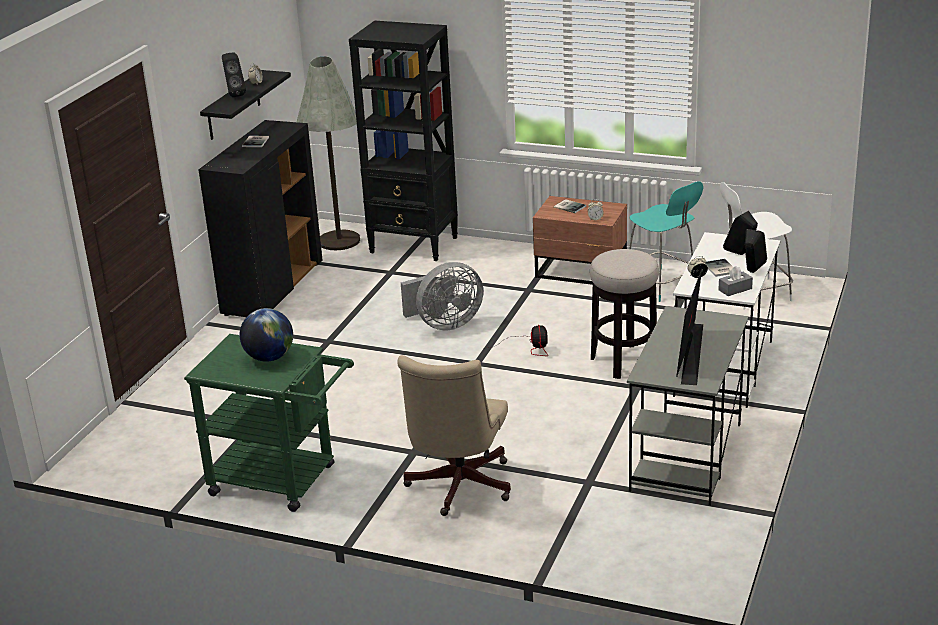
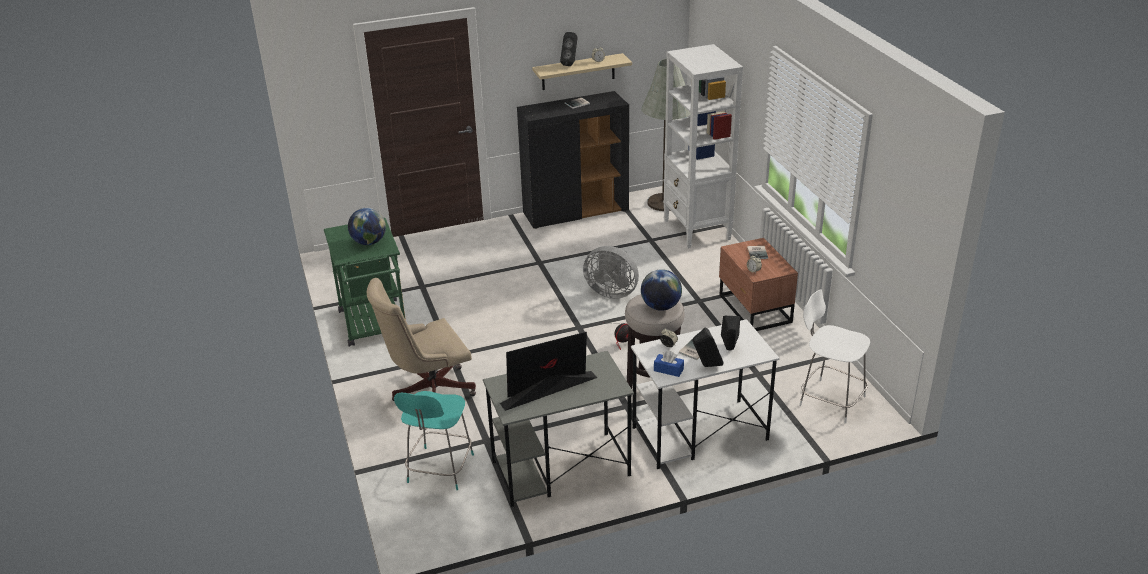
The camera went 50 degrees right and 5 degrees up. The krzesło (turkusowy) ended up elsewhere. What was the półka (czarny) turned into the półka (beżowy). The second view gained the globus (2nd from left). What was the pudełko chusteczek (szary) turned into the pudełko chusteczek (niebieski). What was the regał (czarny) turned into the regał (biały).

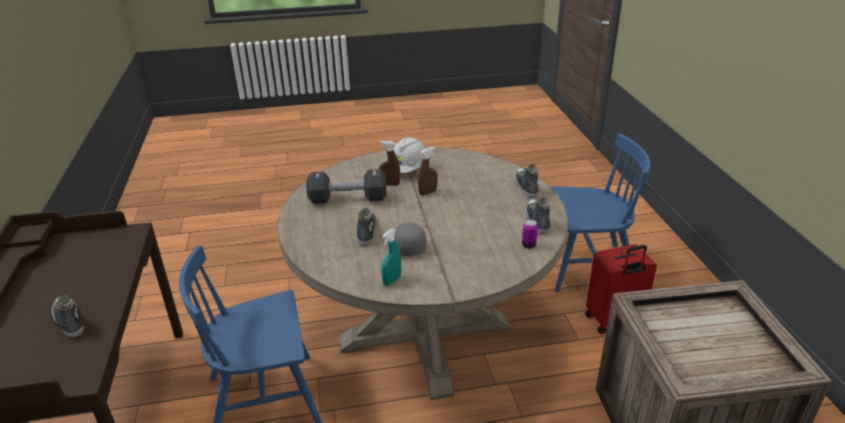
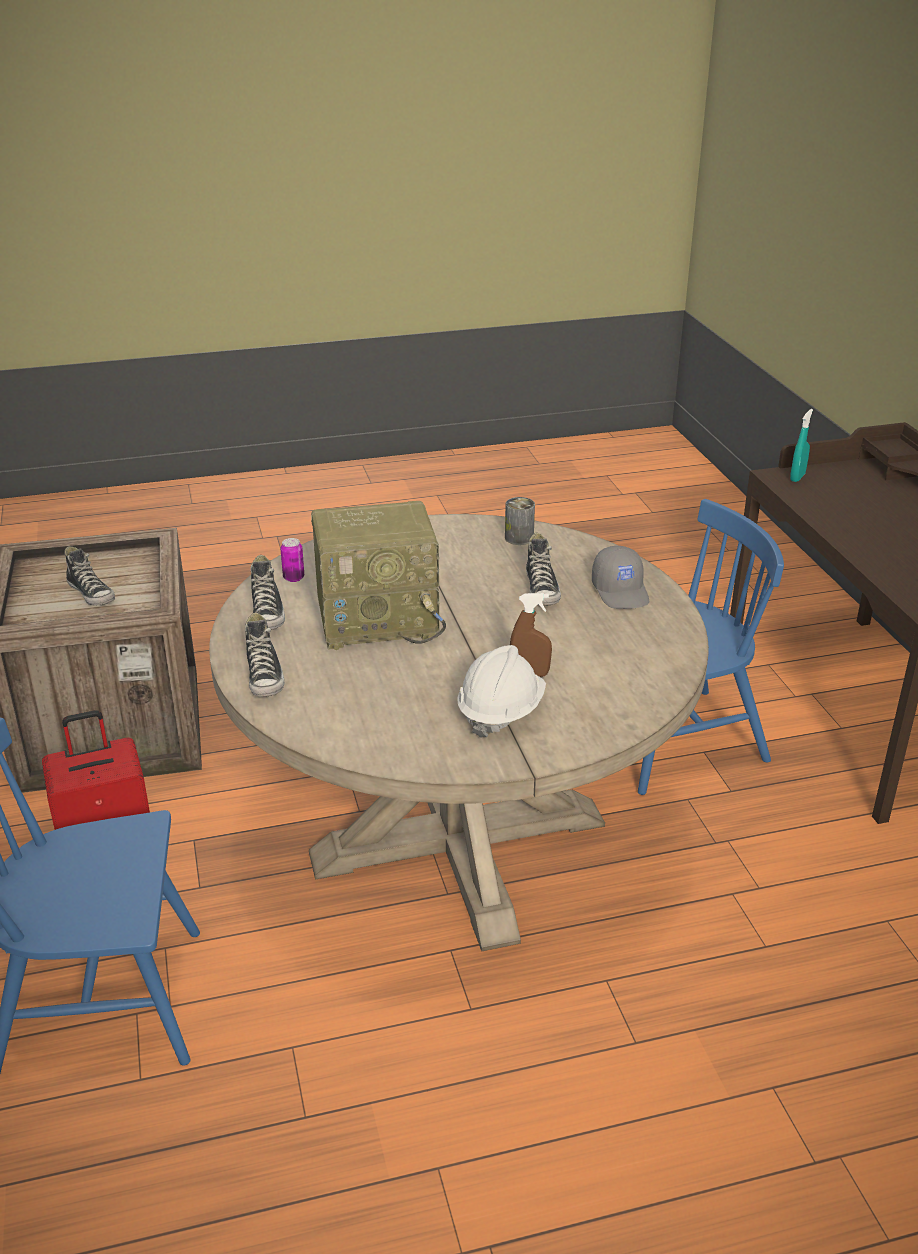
The camera went 175 degrees right and 0 degrees up. The but (1st from left) ended up elsewhere. The second view gained the radio. The second view gained the puszka (2nd from left). The czapka z daszkiem (szary) ended up elsewhere. The spryskiwacz (turkusowy) ended up elsewhere. The second view lost the hantel (czarny). The second view lost the spryskiwacz (brązowy) (2nd from left).

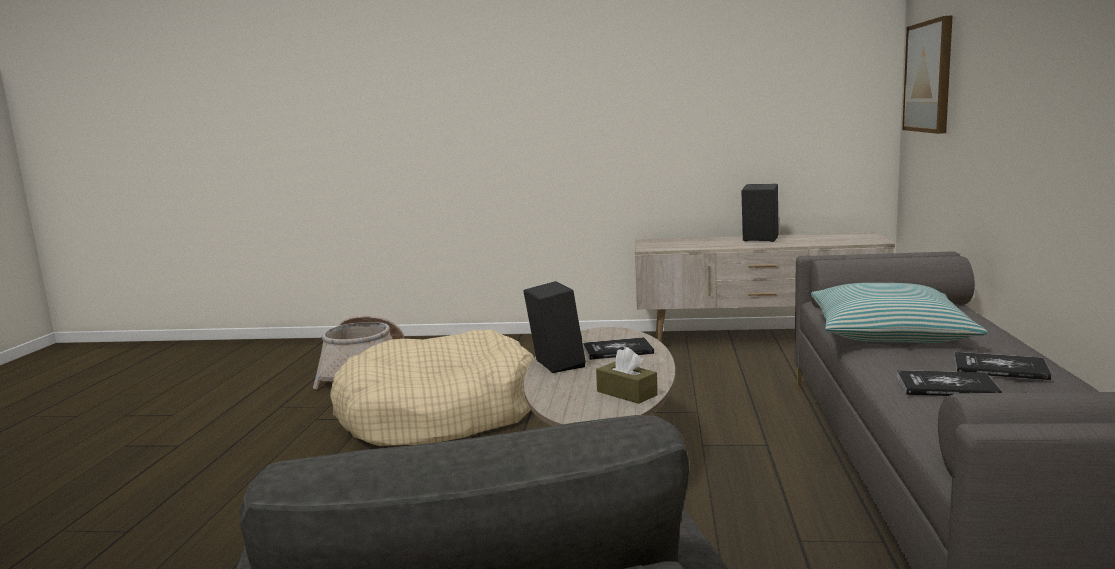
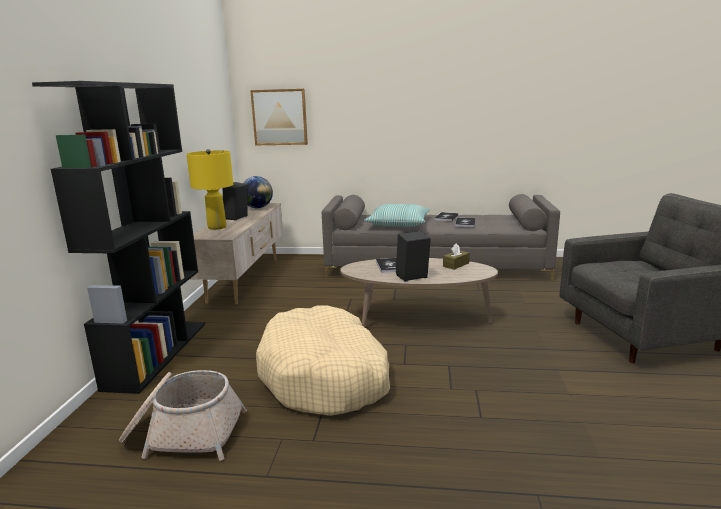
The camera went 90 degrees left and 5 degrees up. The second view gained the regał (czarny). The second view gained the lampa stołowa (żółty). The second view gained the globus.

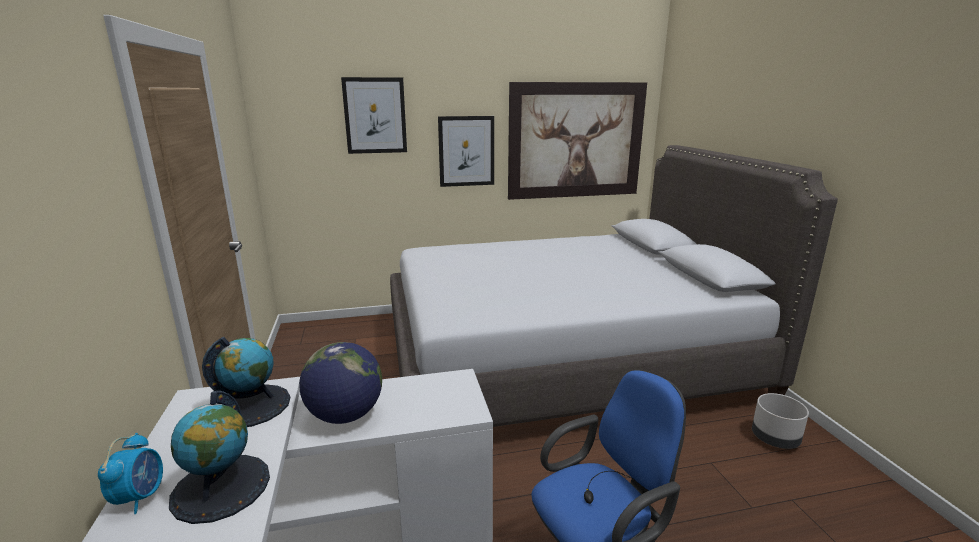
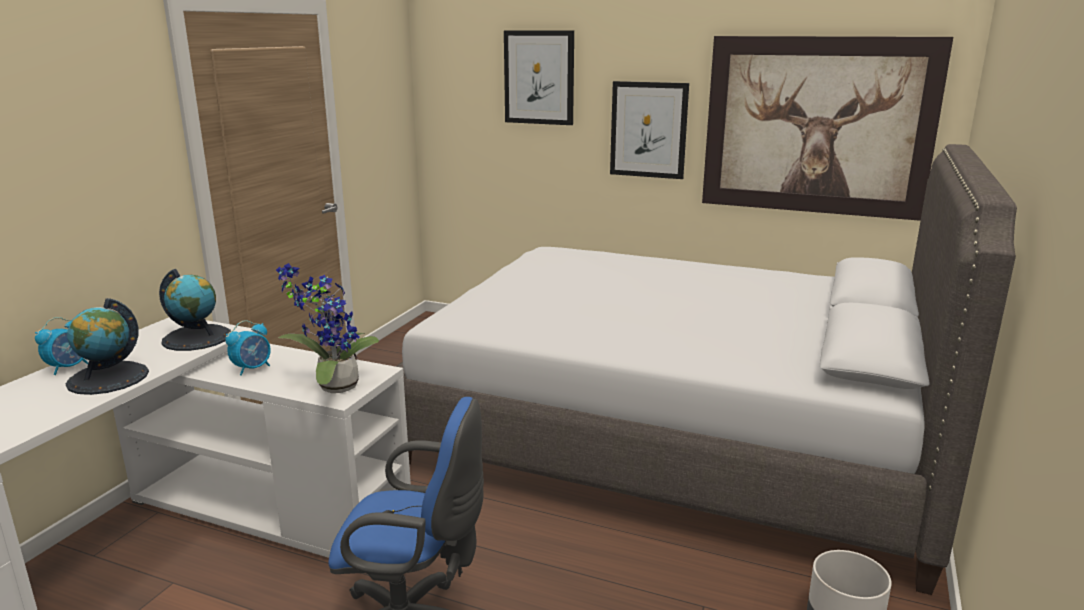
The camera went 35 degrees right and 0 degrees up. Where the globus (3rd from left) stood, the budzik (2nd from left) came to stand. The second view gained the roślina doniczkowa.

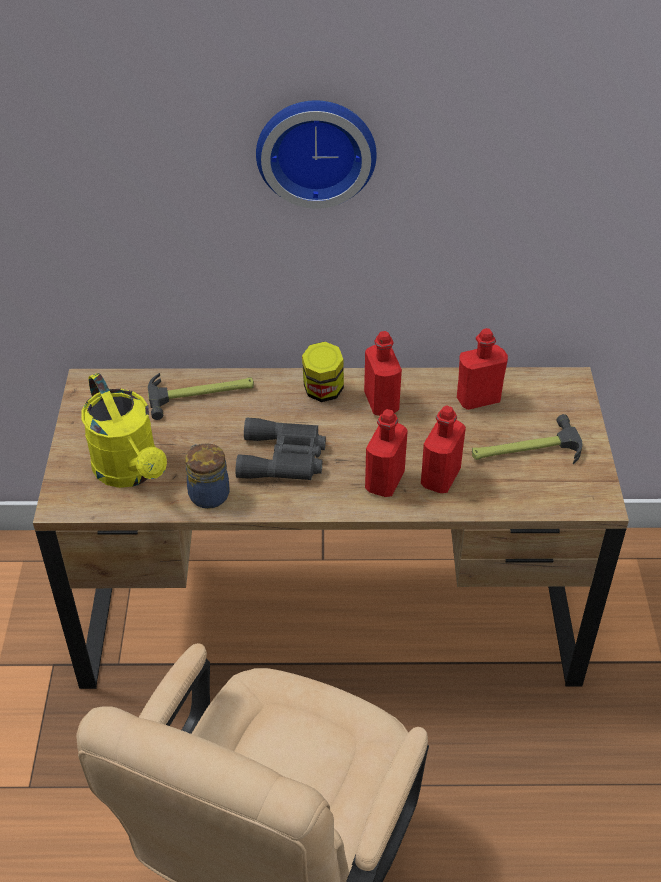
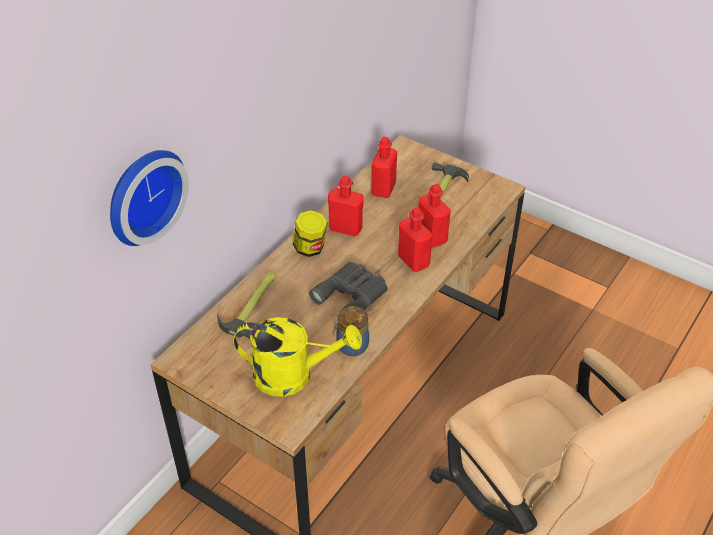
The camera went 55 degrees left and 0 degrees up. The zegar ścienny ended up elsewhere.

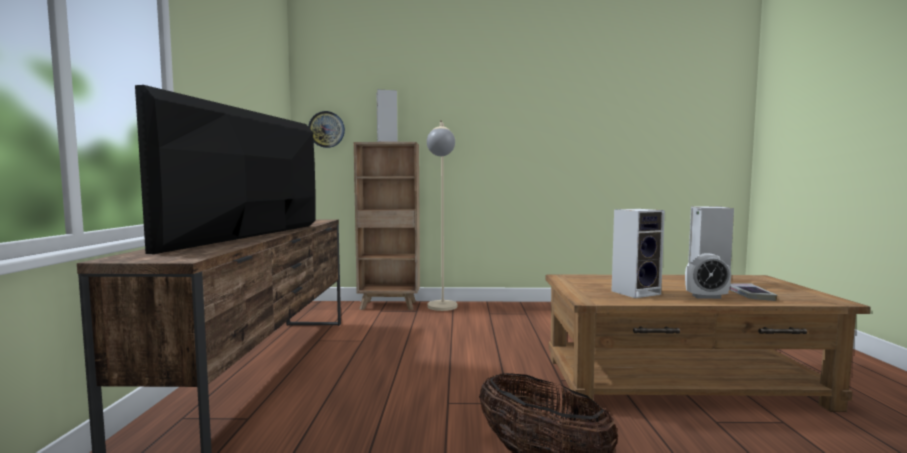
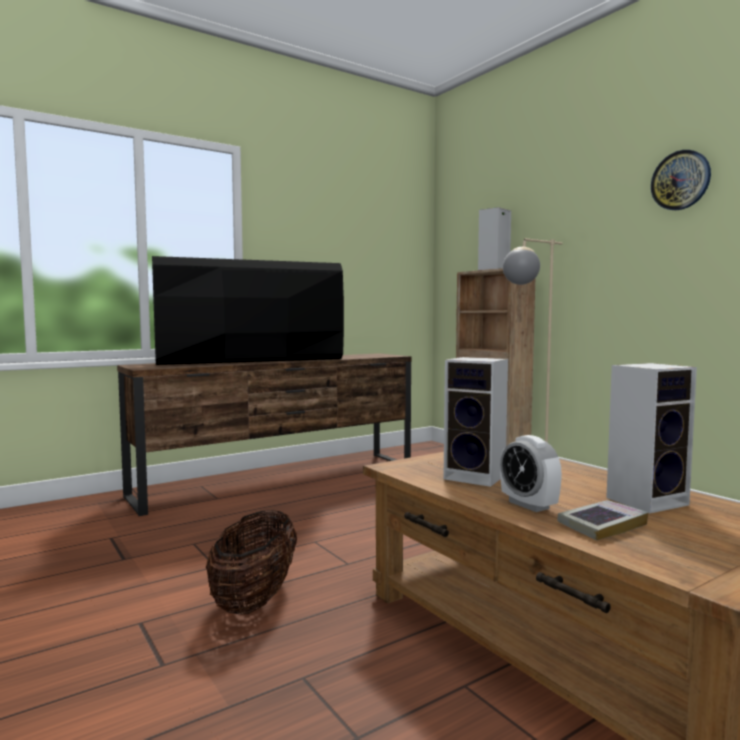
The camera went 55 degrees right and 0 degrees up. The zegar ścienny ended up elsewhere.

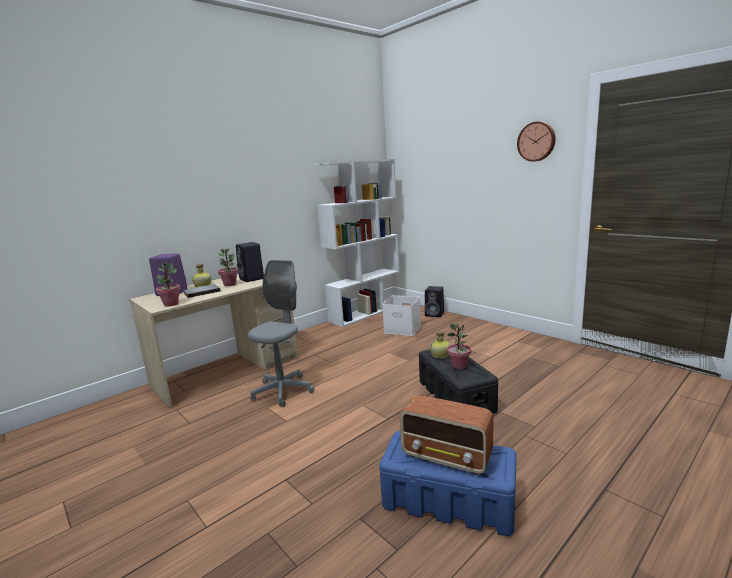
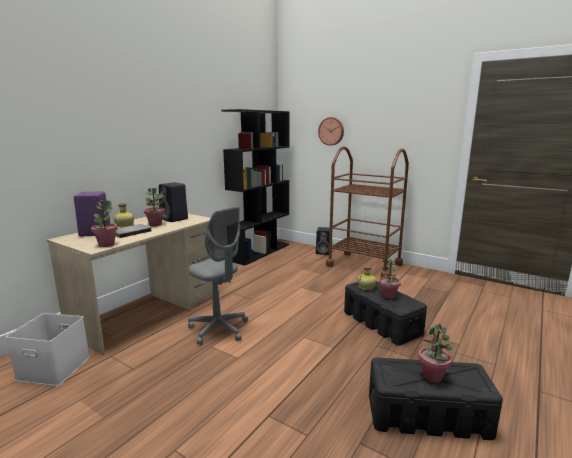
The camera went 15 degrees left and 0 degrees up. The pojemnik do przechowywania (biały) ended up elsewhere. The krzesło biurowe (szary) ended up facing another way, 120 degrees clockwise from before. What was the regał (biały) turned into the regał (czarny). The zegar ścienny ended up elsewhere. The second view gained the wózek (brązowy). What was the pojemnik do przechowywania (niebieski) turned into the pojemnik do przechowywania (czarny) (2nd from left). Where the radio stood, the roślina doniczkowa (4th from left) came to stand.

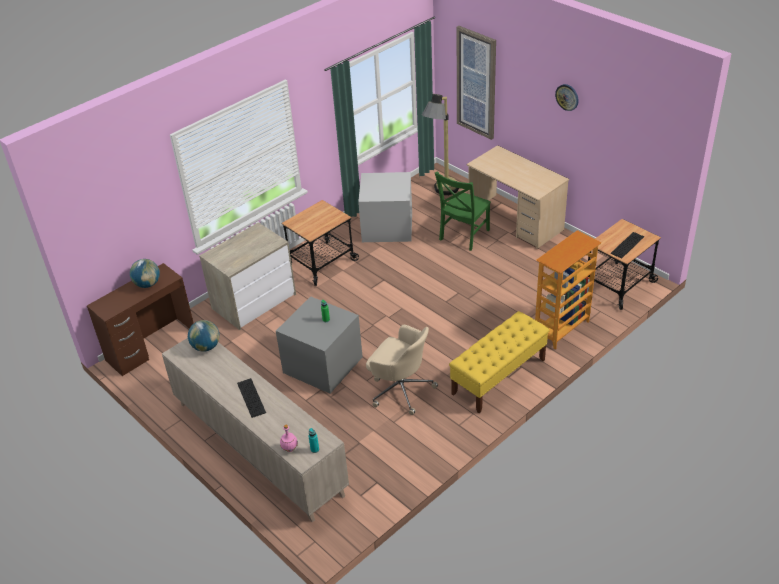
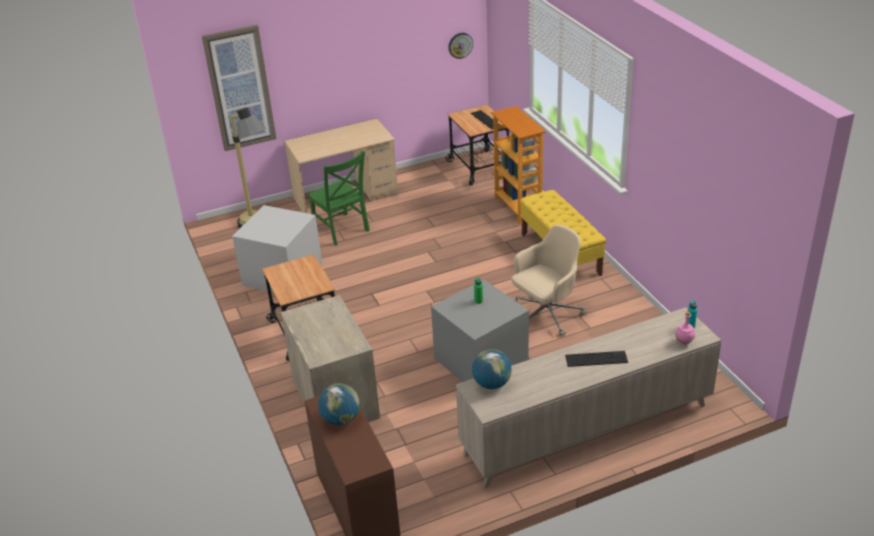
The camera went 70 degrees left and 5 degrees down. The zegar ścienny ended up elsewhere.

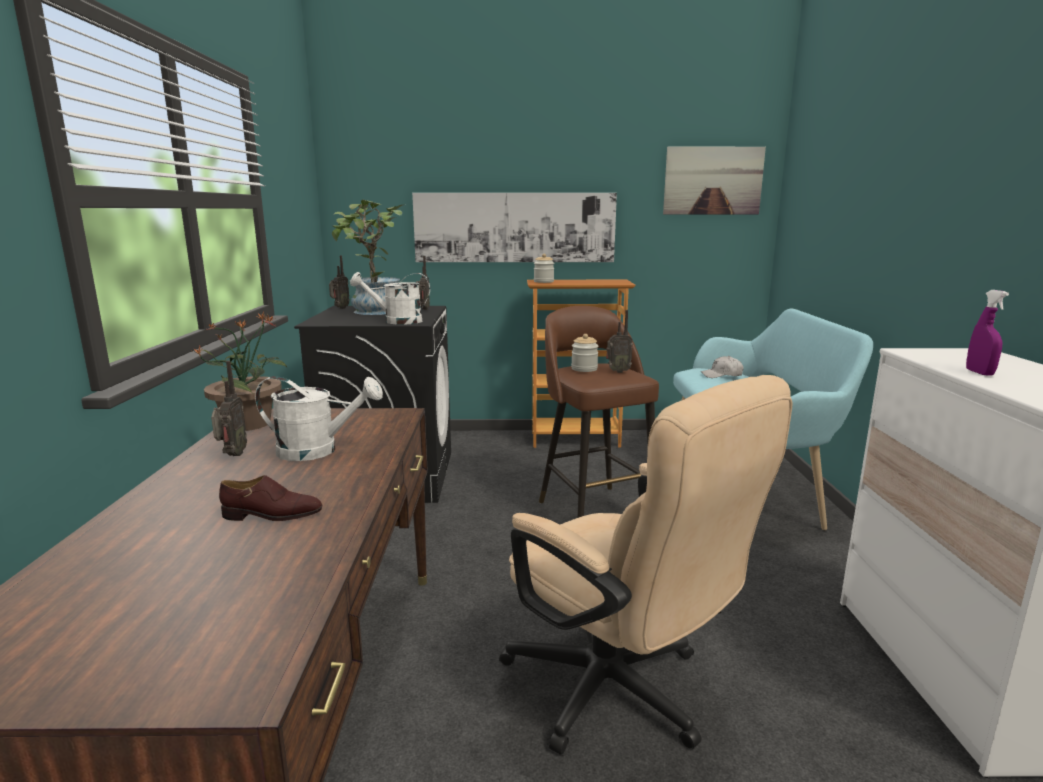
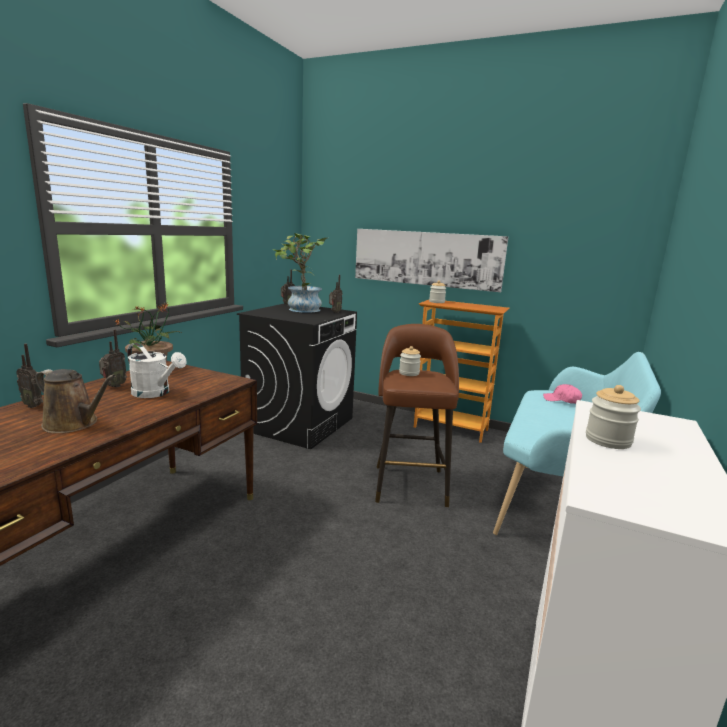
The camera went 25 degrees right and 0 degrees up. The radio (4th from left in the first image) ended up elsewhere. Where the but (brązowy) stood, the konewka (brązowy) came to stand. What was the czapka z daszkiem (biały) turned into the czapka z daszkiem (różowy). Where the spryskiwacz (fioletowy) stood, the słoik (3rd from left) came to stand. The second view lost the konewka (biały) (2nd from left). The second view lost the krzesło biurowe (beżowy). The second view lost the obraz (2nd from left).

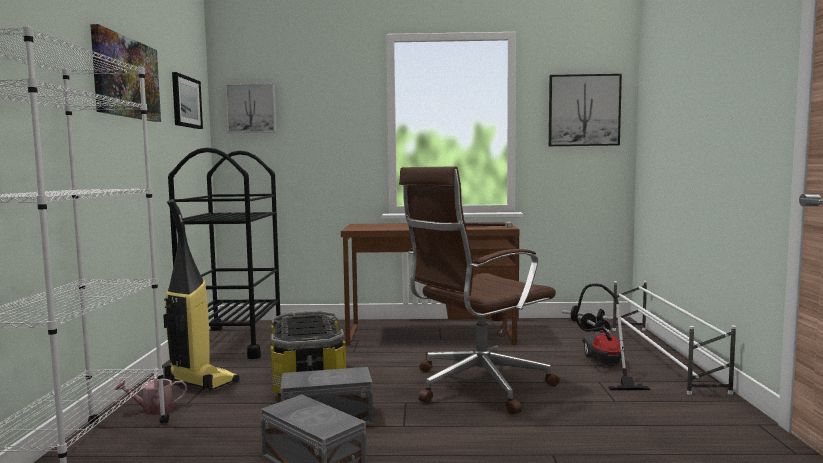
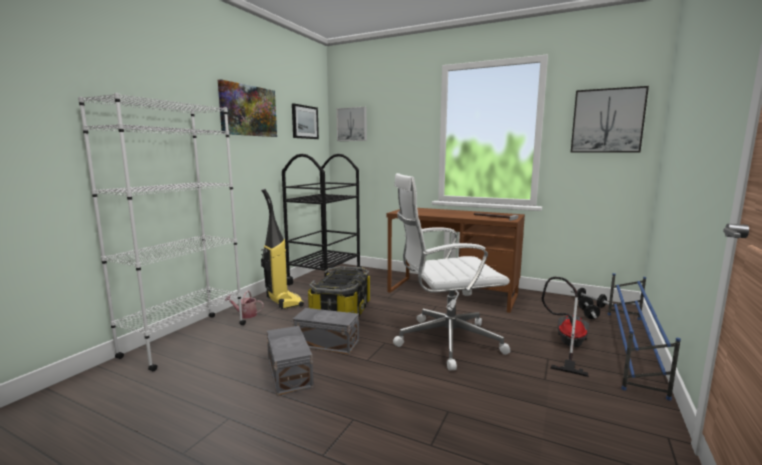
The camera went 25 degrees right and 5 degrees up. What was the krzesło biurowe (brązowy) turned into the krzesło biurowe (biały). What was the regał na buty (biały) turned into the regał na buty (niebieski).

